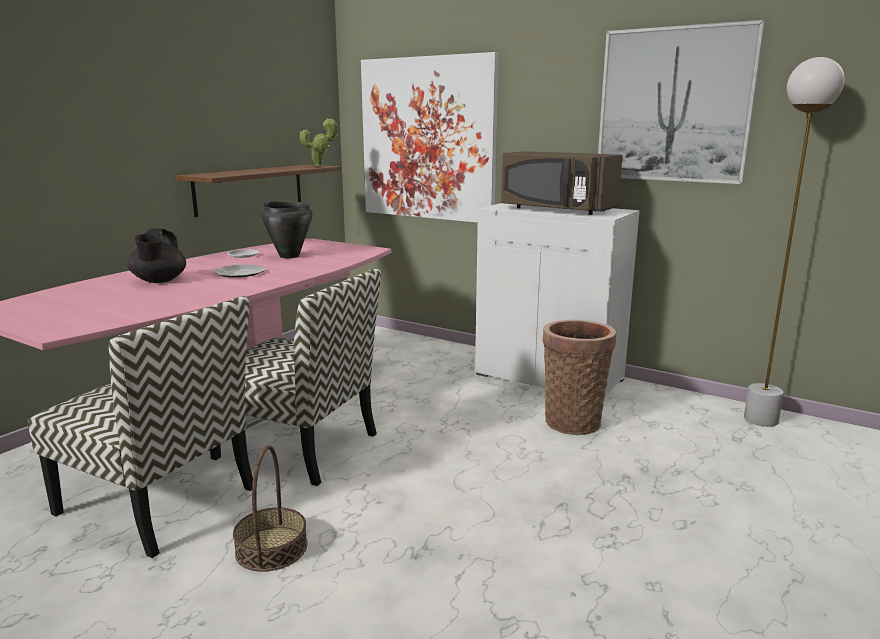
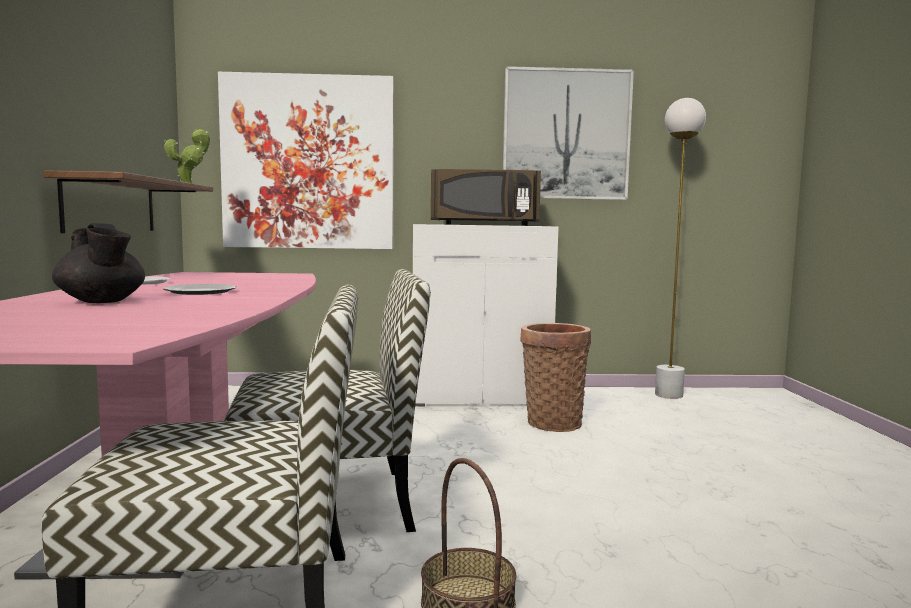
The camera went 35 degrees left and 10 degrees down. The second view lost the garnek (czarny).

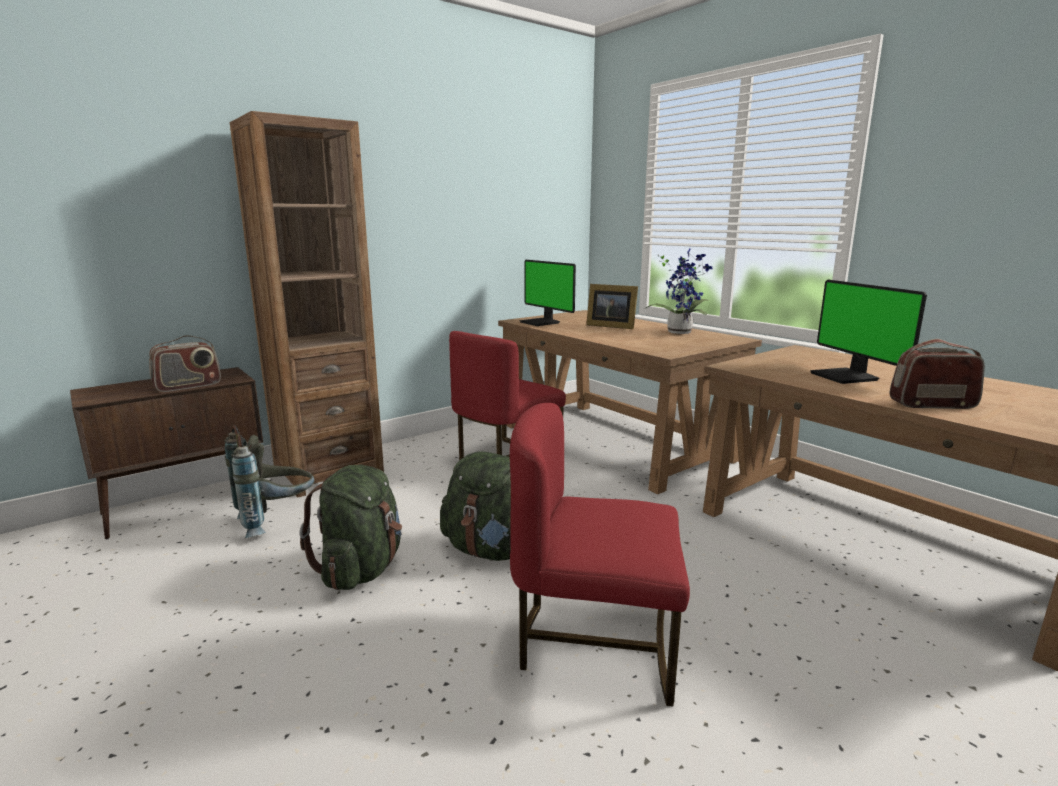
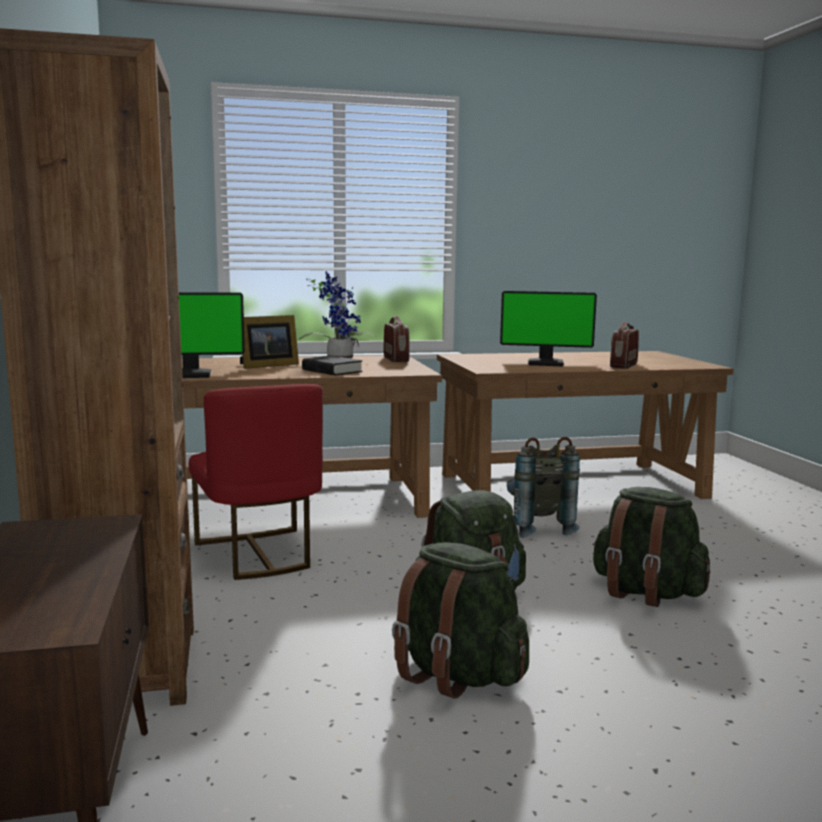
The camera went 65 degrees left and 5 degrees down. The second view gained the książka (czarny). The radio (1st from left) ended up elsewhere. The plecak (szary) ended up elsewhere. Where the krzesło (czerwony) (2nd from left) stood, the plecak (zielony) (3rd from left) came to stand.

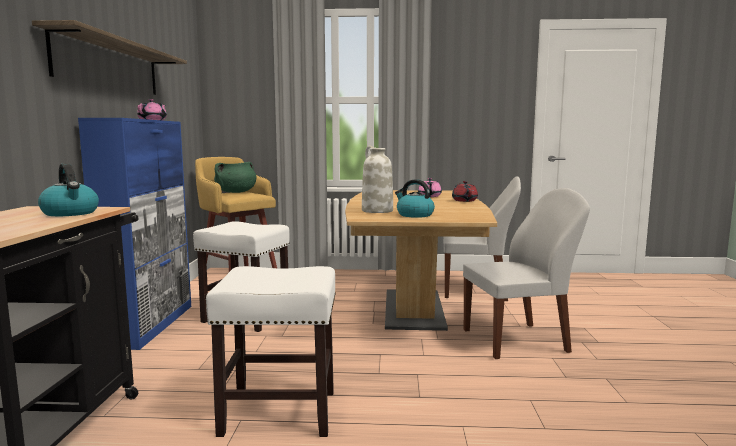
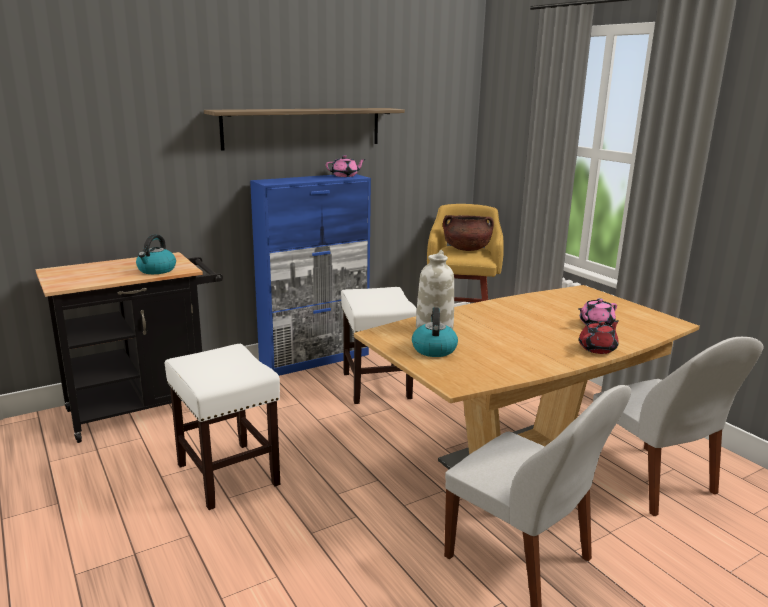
The camera went 55 degrees right and 10 degrees up. What was the garnek (zielony) turned into the garnek (brązowy).

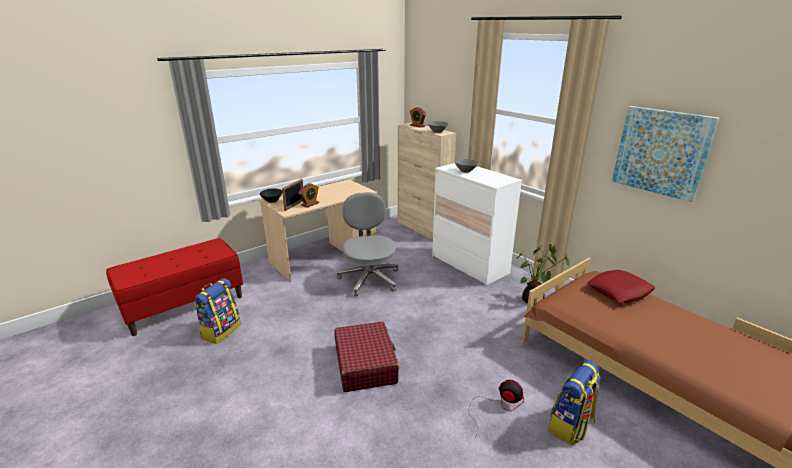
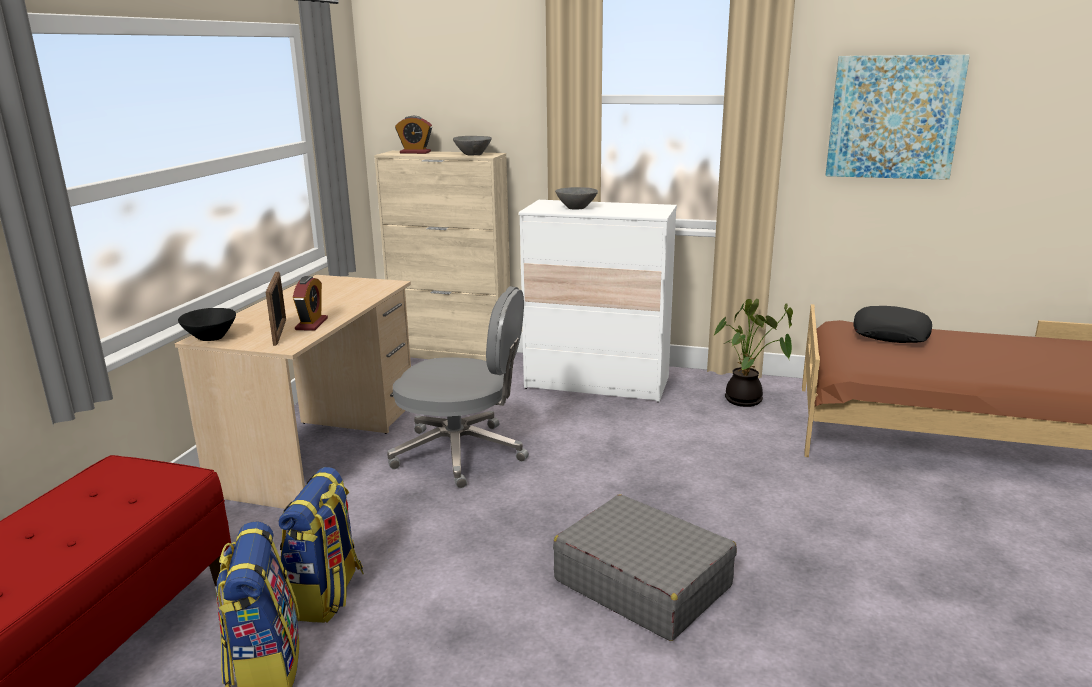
The camera went 35 degrees left and 5 degrees down. The plecak (2nd from left) ended up elsewhere. The krzesło biurowe (szary) ended up facing another way, 150 degrees clockwise from before. What was the walizka (czerwony) turned into the walizka (szary). What was the poduszka (czerwony) turned into the poduszka (czarny). The second view lost the wentylator.

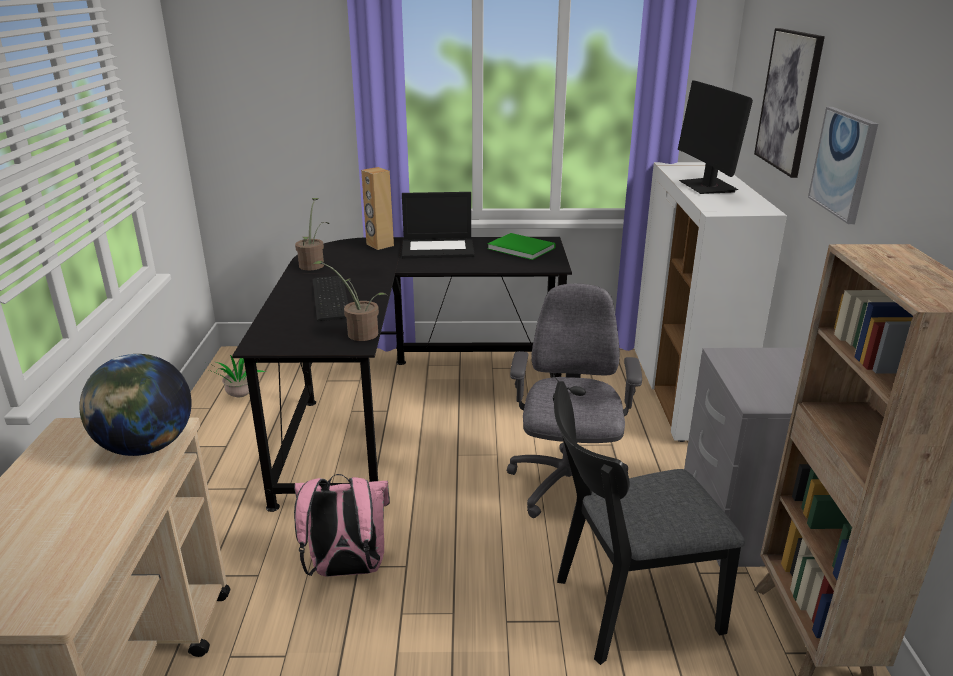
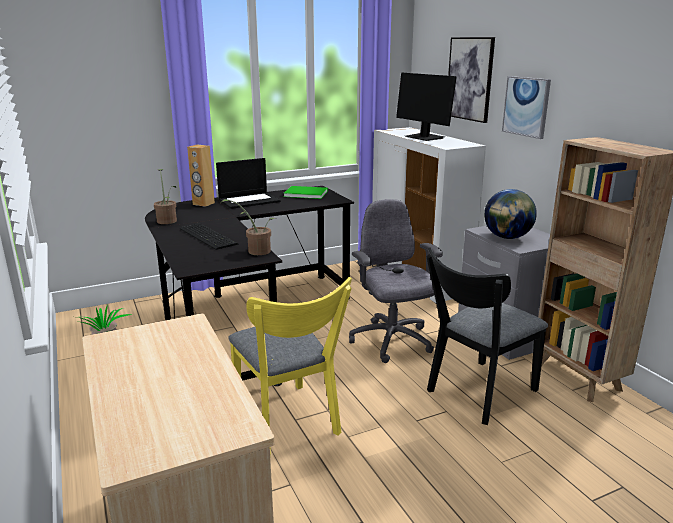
The camera went 25 degrees left and 5 degrees down. Where the plecak (różowy) stood, the krzesło (żółty) came to stand. The globus ended up elsewhere.

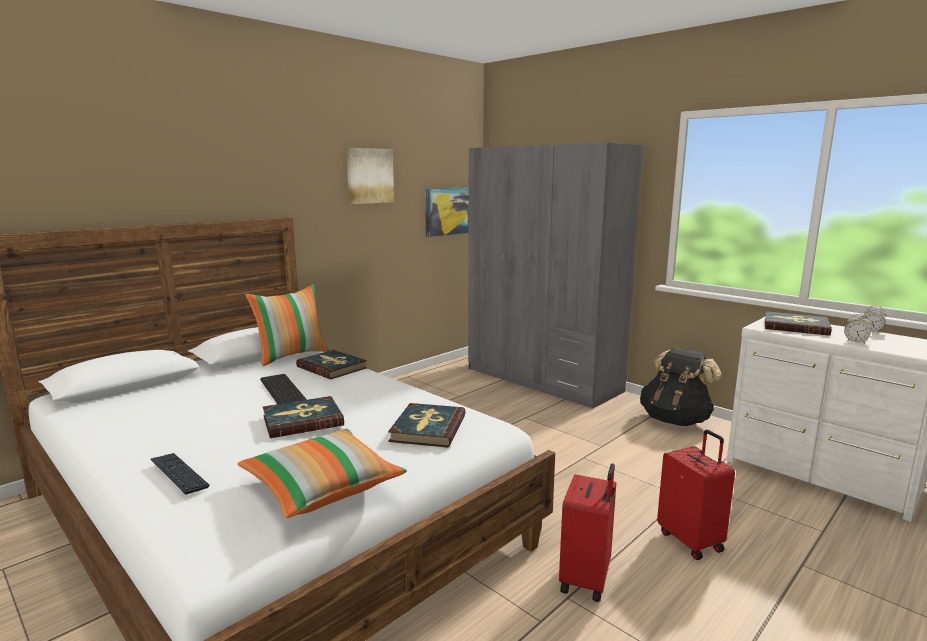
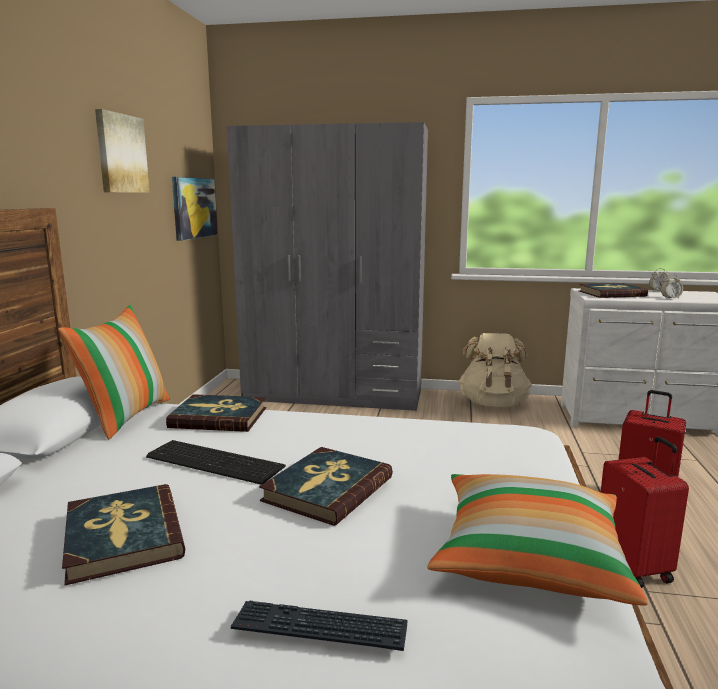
The camera went 35 degrees left and 0 degrees up. The książka (3rd from left in the first image) ended up elsewhere. What was the plecak (czarny) turned into the plecak (beżowy).

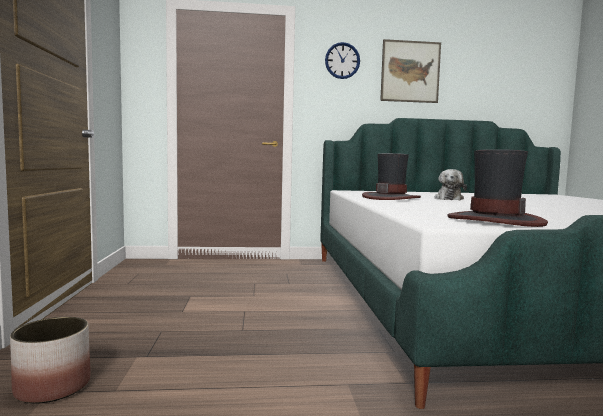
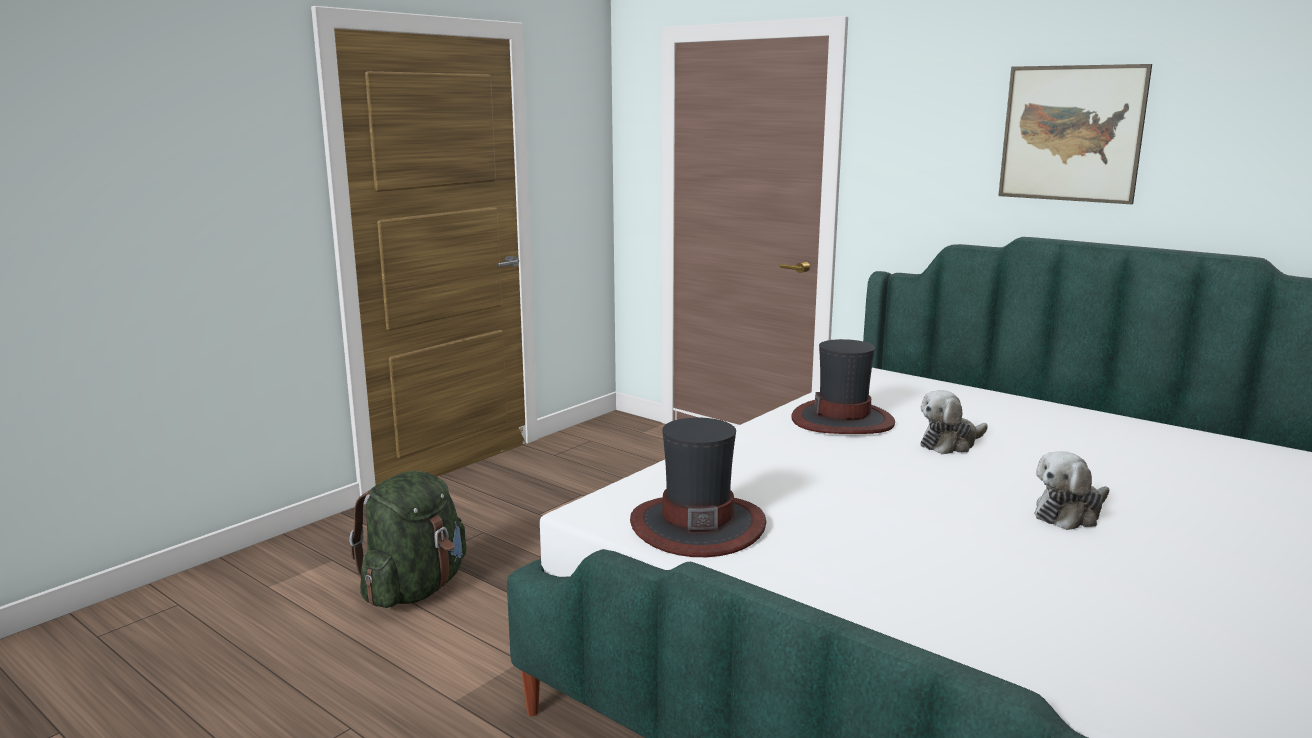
The camera went 45 degrees right and 10 degrees up. The second view gained the plecak (zielony). The second view gained the pluszak (2nd from left). The second view lost the donica. The second view lost the zegar ścienny.

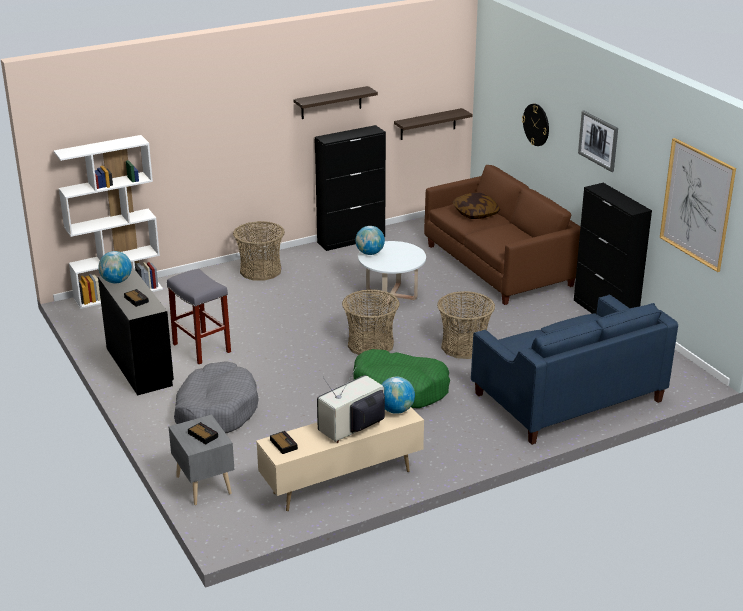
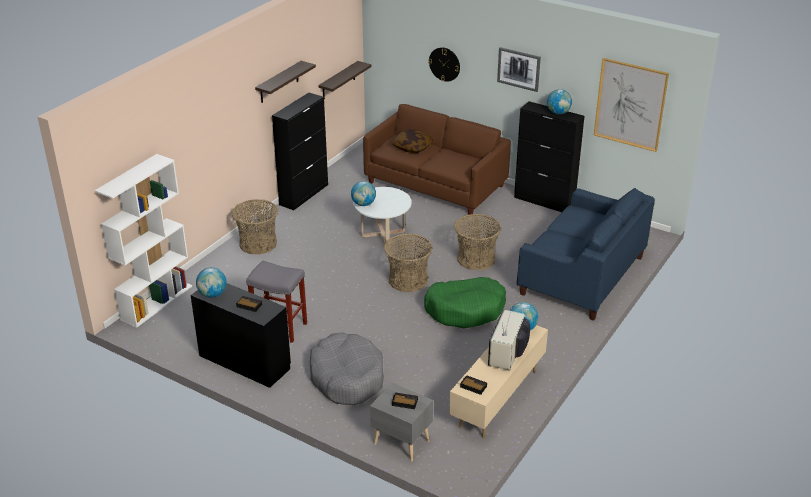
The camera went 30 degrees left and 5 degrees up. The second view gained the globus (4th from left).

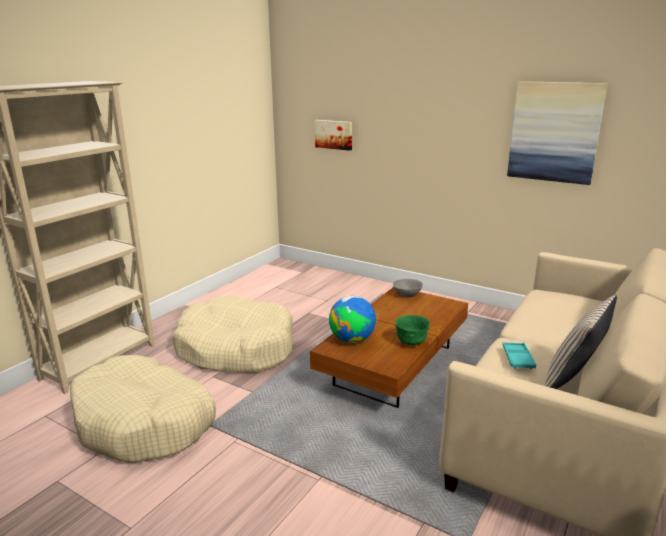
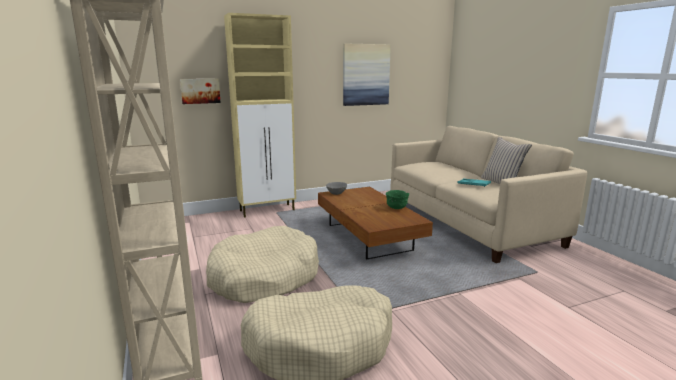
The camera went 55 degrees left and 5 degrees down. The second view gained the szafka (beżowy). The second view lost the globus.

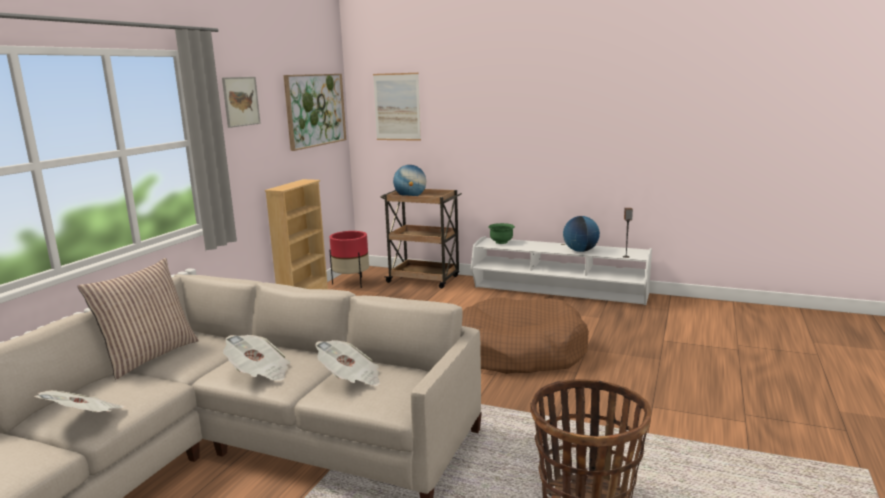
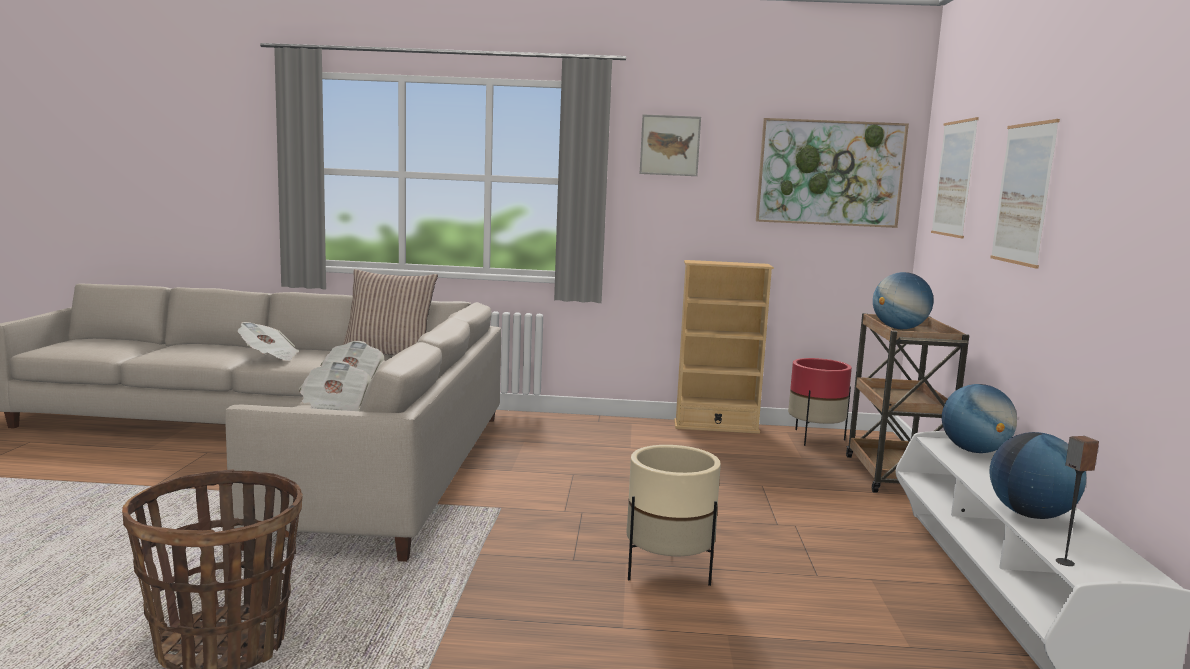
The camera went 70 degrees right and 5 degrees down. Where the legowisko (brązowy) stood, the donica (beżowy) came to stand. Where the miska (zielony) stood, the globus (2nd from left) came to stand. The second view gained the obraz (4th from left).

